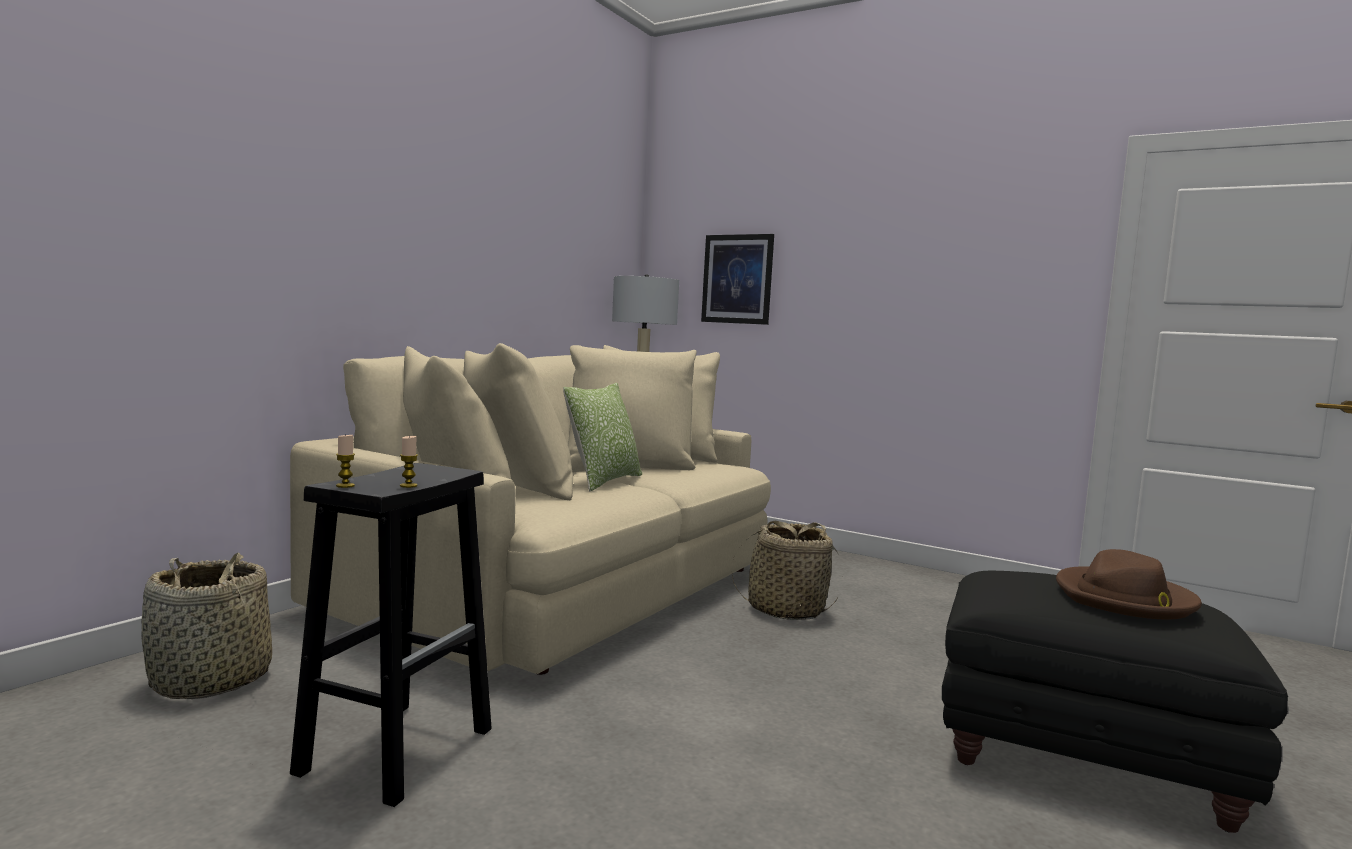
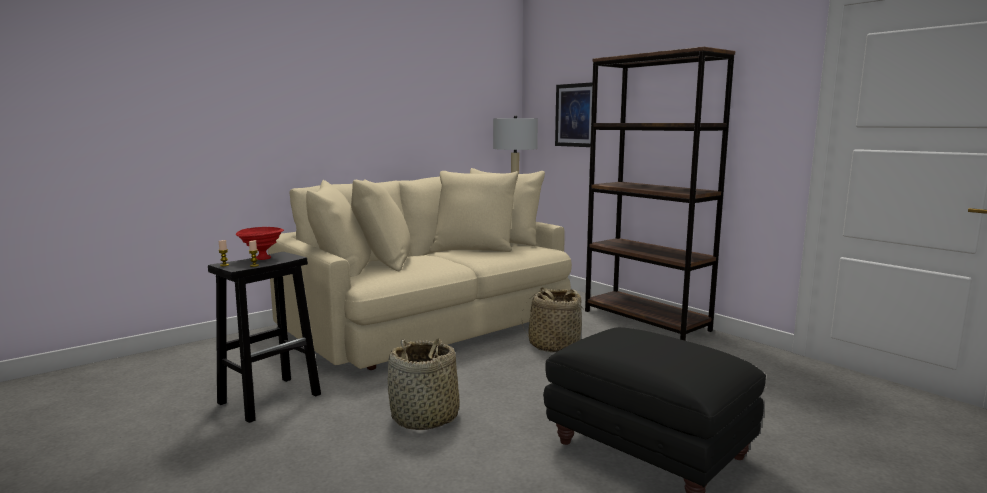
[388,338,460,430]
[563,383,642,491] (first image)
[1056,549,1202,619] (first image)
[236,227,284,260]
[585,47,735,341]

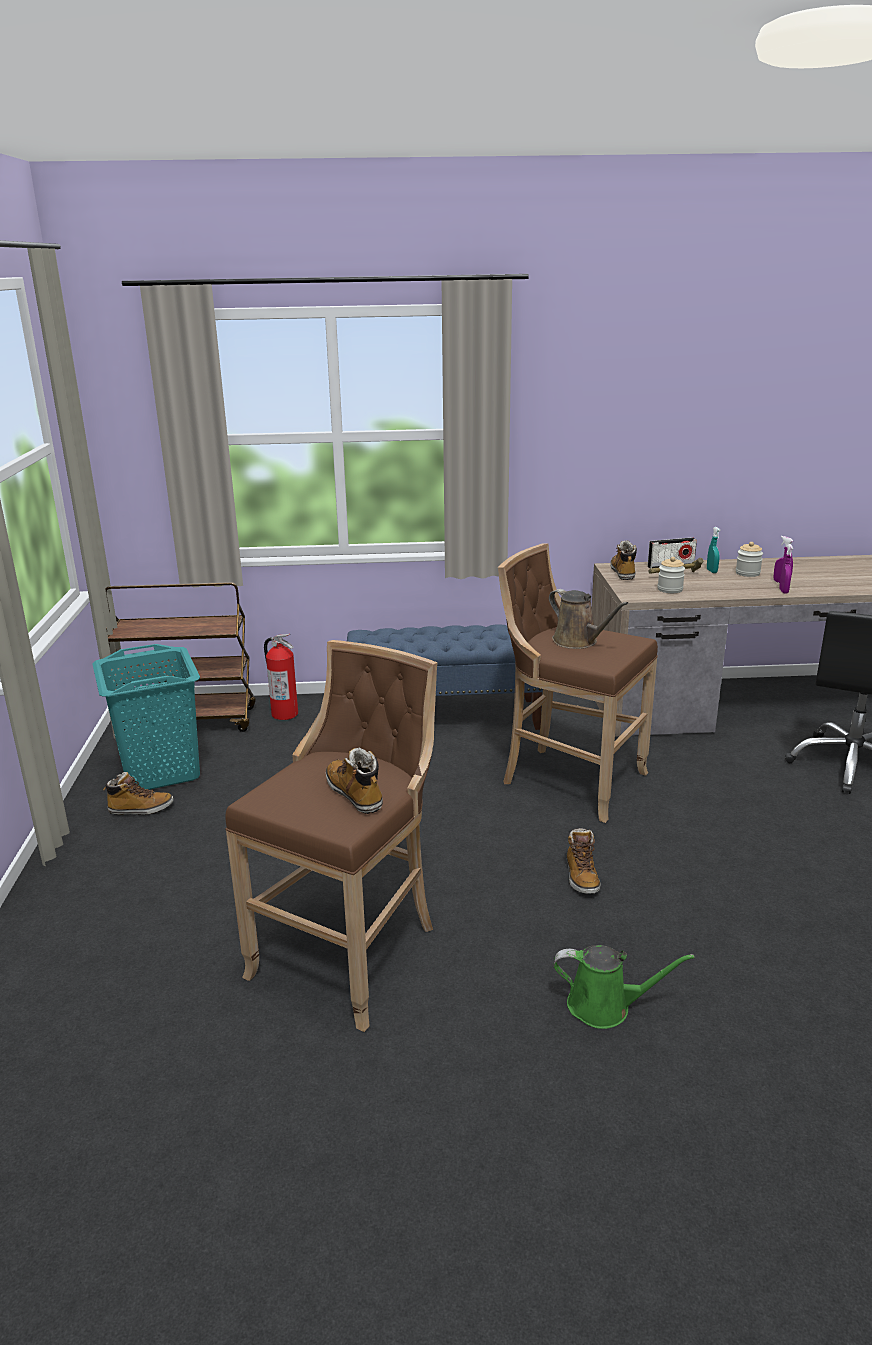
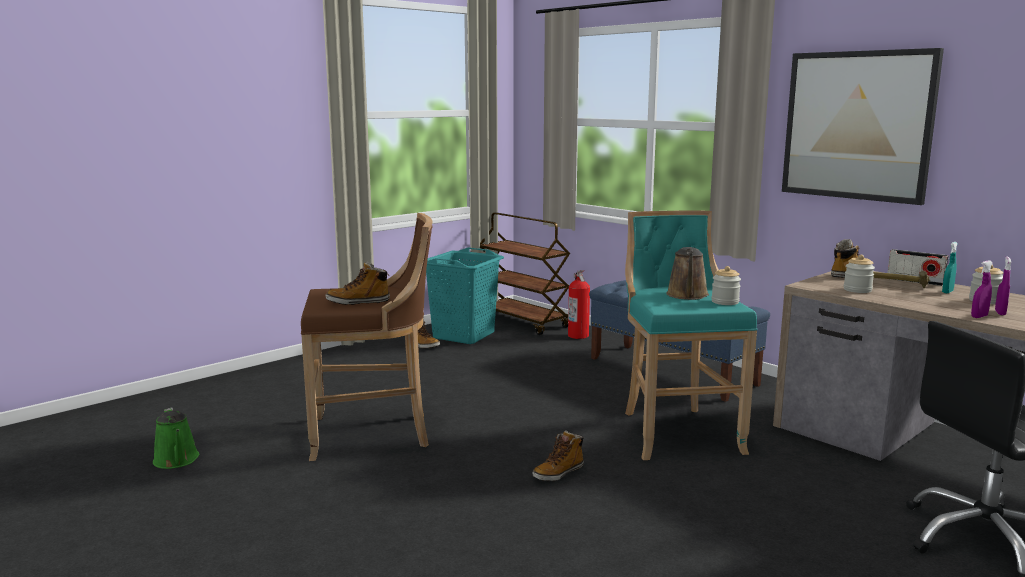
[326,261,390,305]
[625,210,758,460]
[153,408,199,469]
[711,266,741,305]
[782,48,944,205]

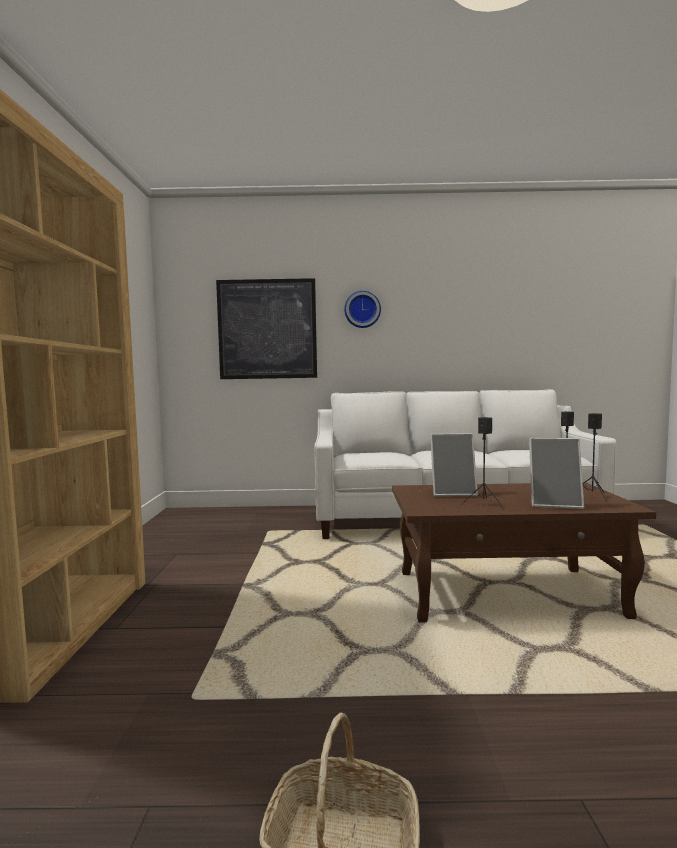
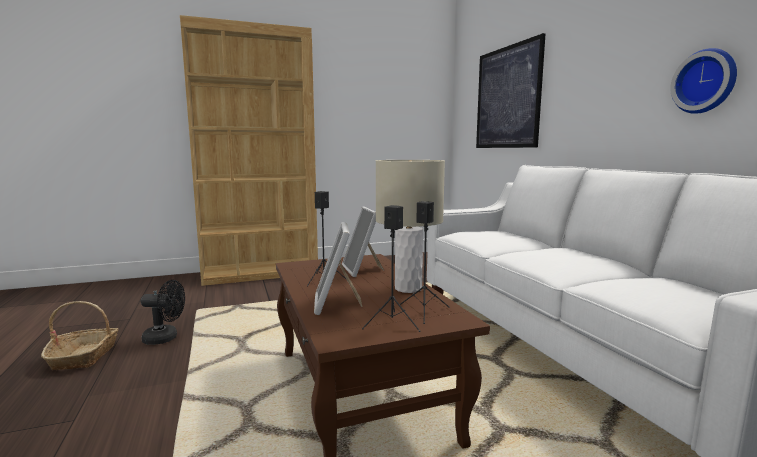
[670,48,737,114]
[141,280,185,345]
[376,160,445,293]

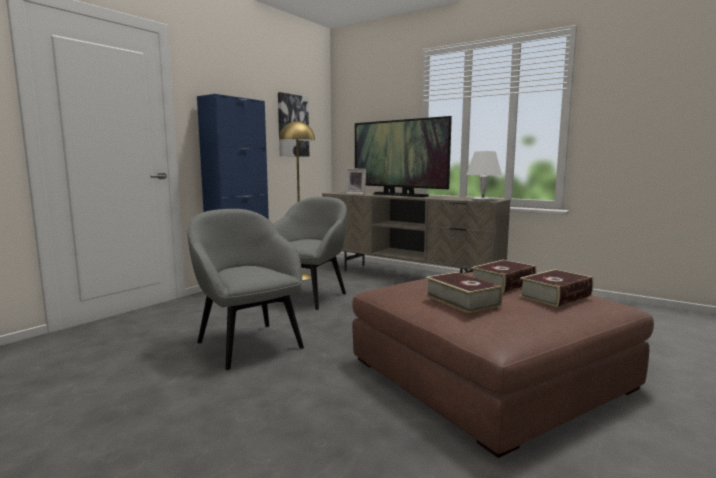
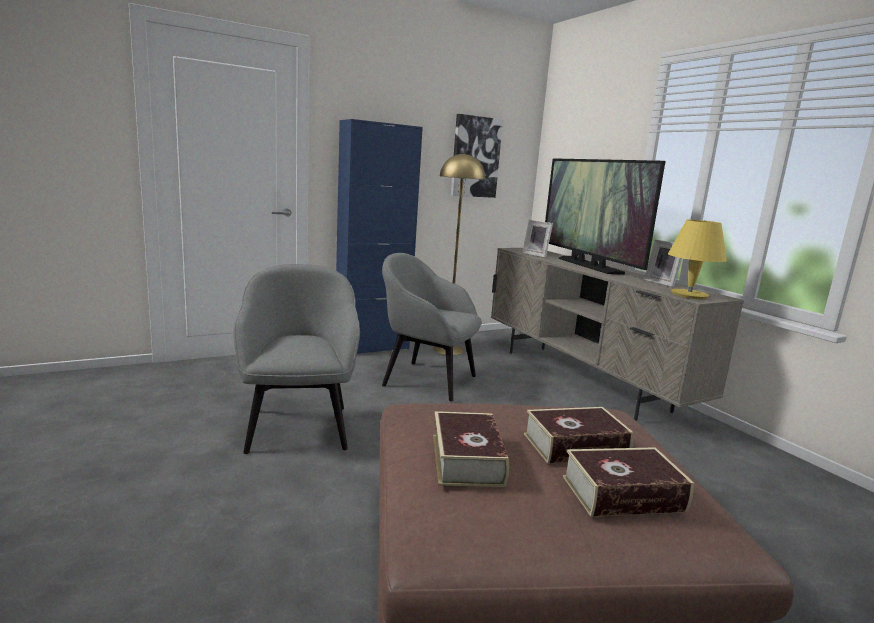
[382,253,482,402]
[668,220,727,299]
[644,239,682,287]

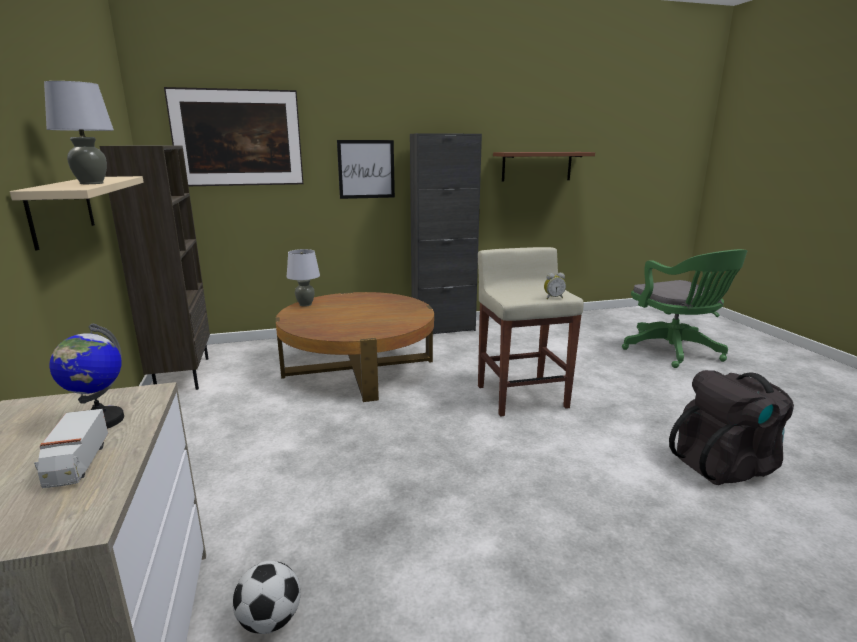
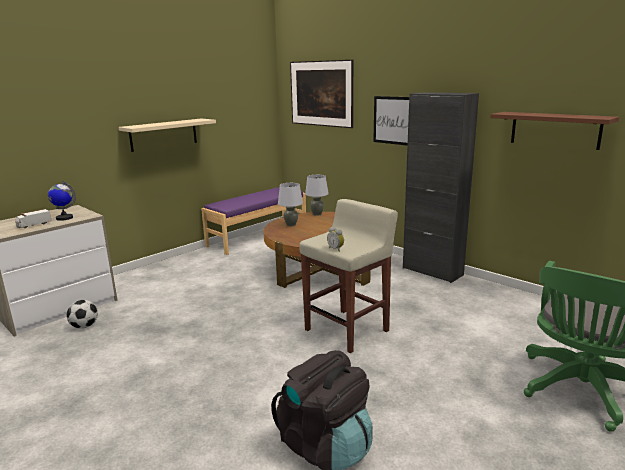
[278,183,303,226]
[201,187,306,255]

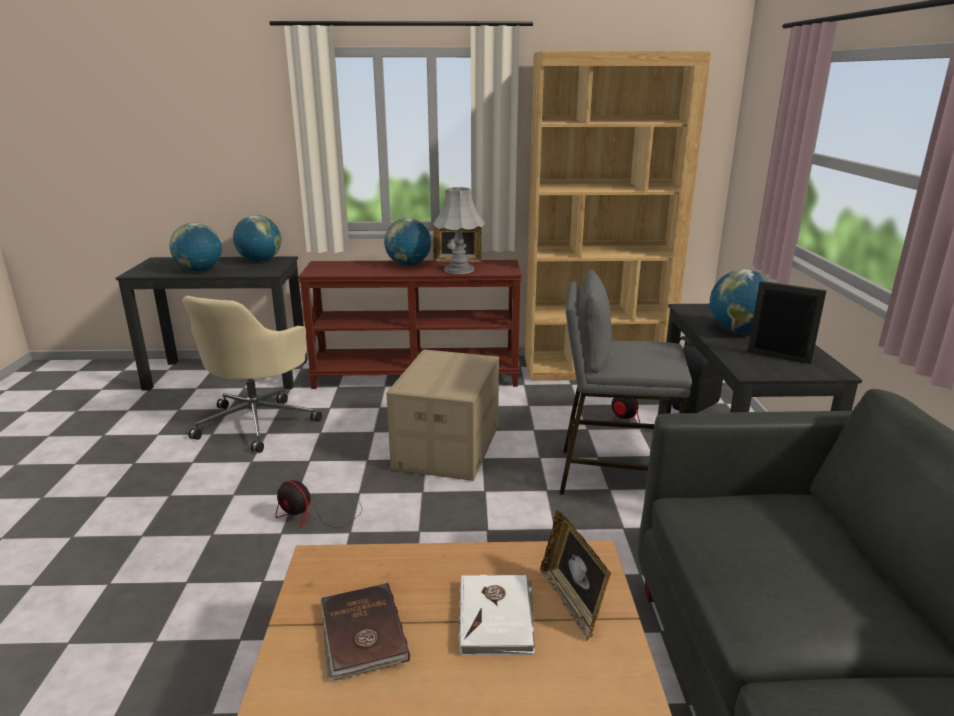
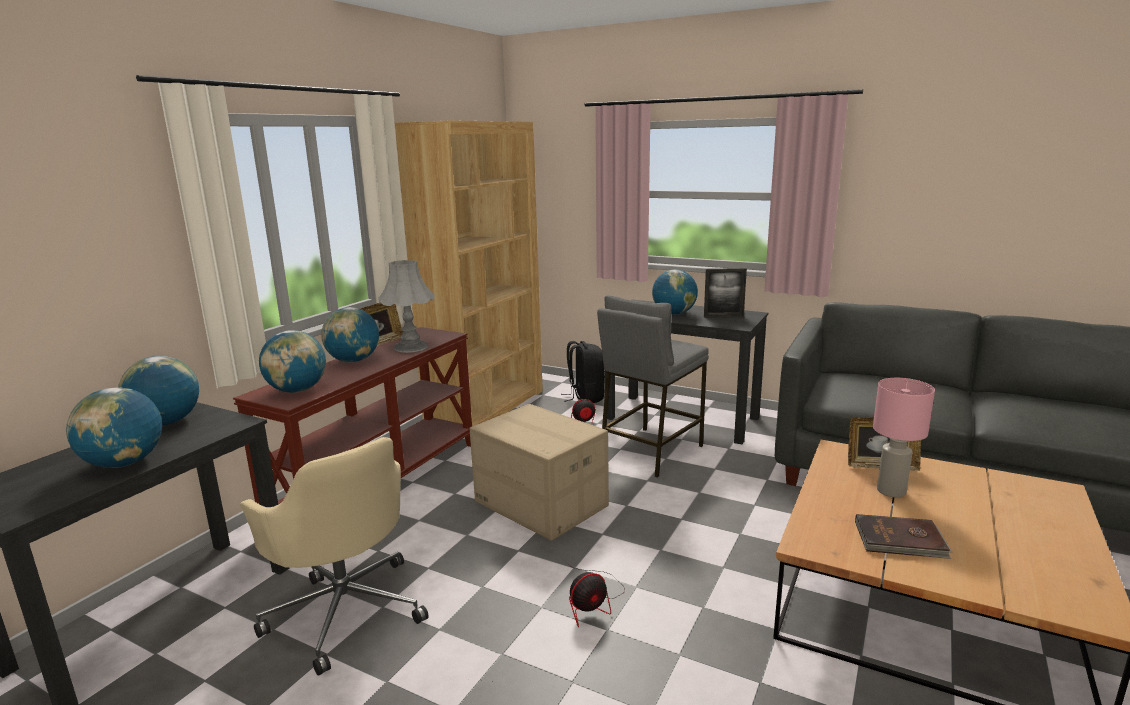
[873,378,935,498]
[704,268,747,318]
[259,330,326,393]

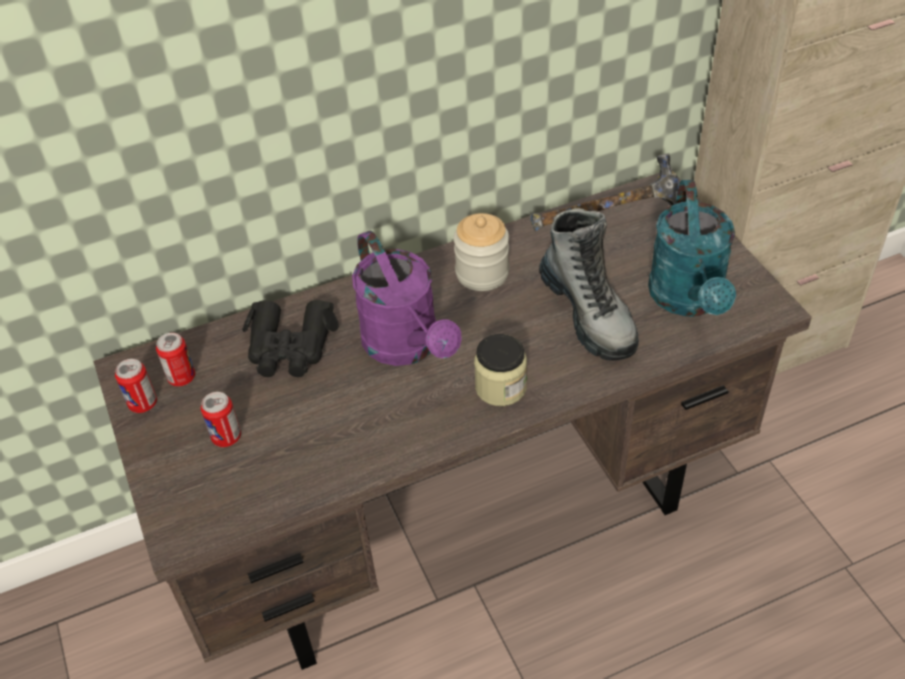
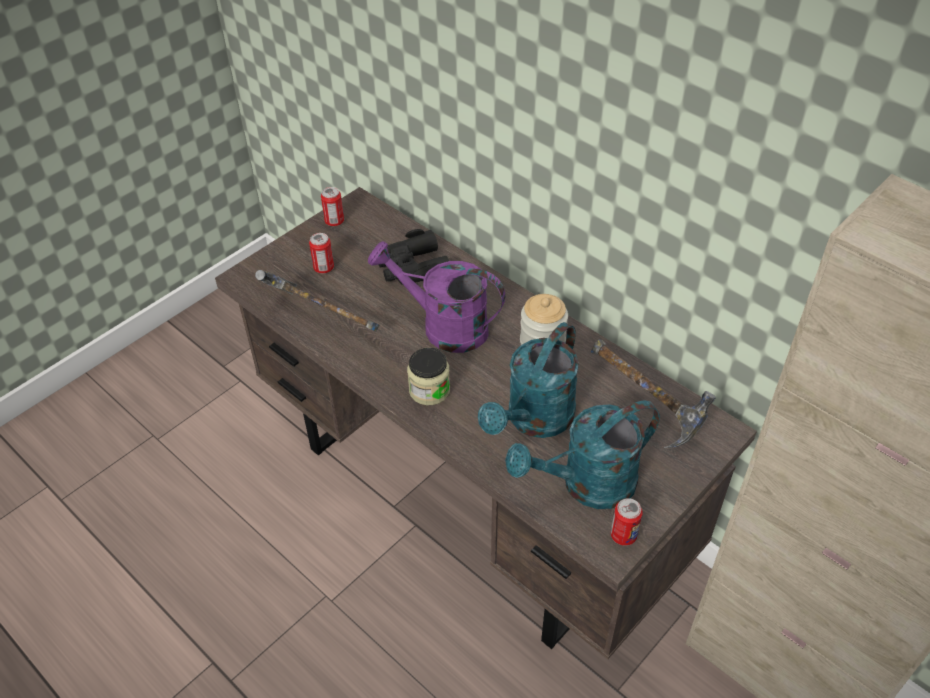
[611,498,643,546]
[368,241,505,353]
[478,322,579,438]
[255,270,379,331]

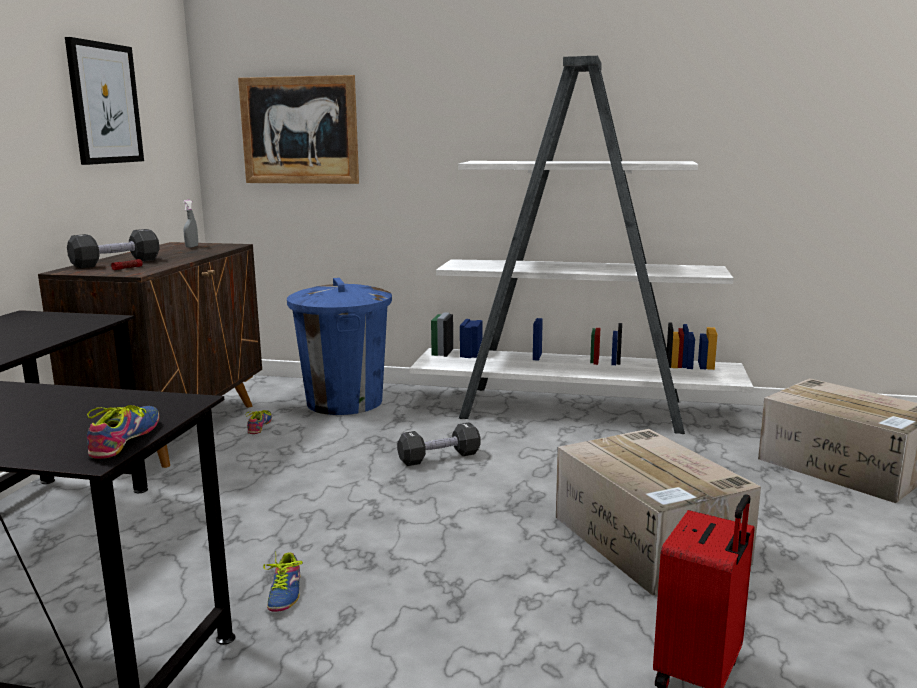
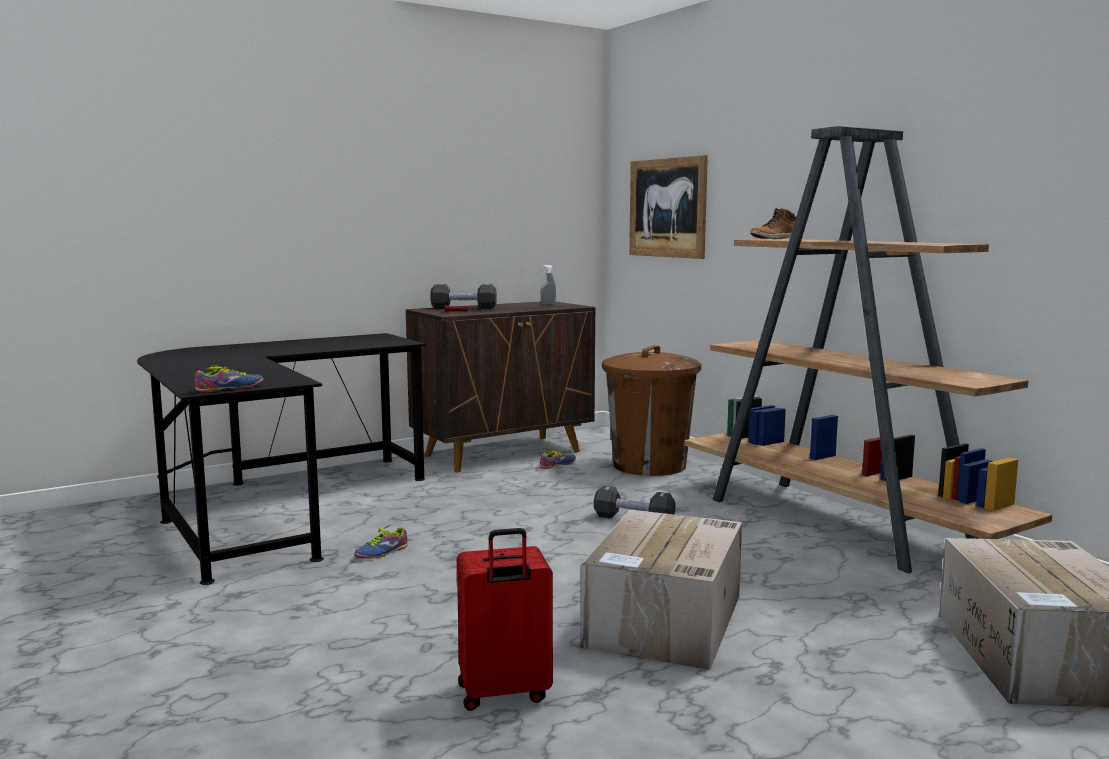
[65,37,144,165] (first image)
[602,345,702,476]
[684,126,1052,573]
[750,208,796,239]

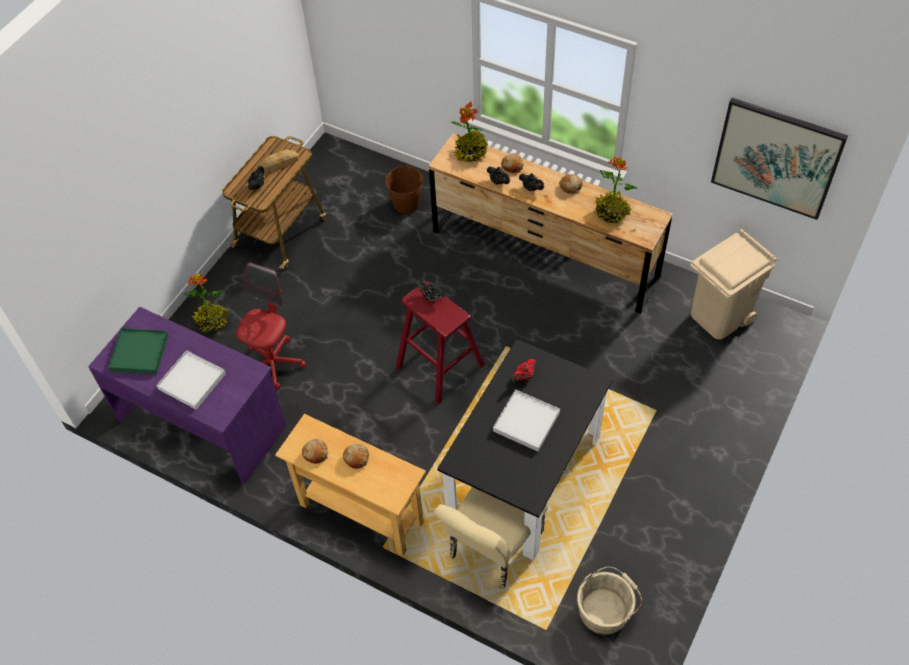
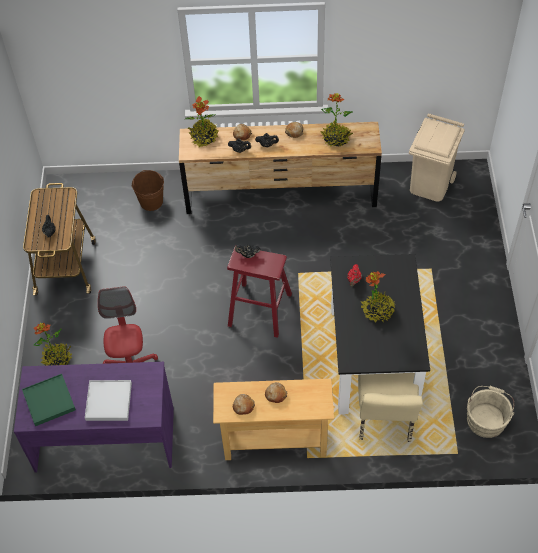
[259,150,300,173] (first image)
[361,271,395,323]
[711,98,848,220] (first image)

